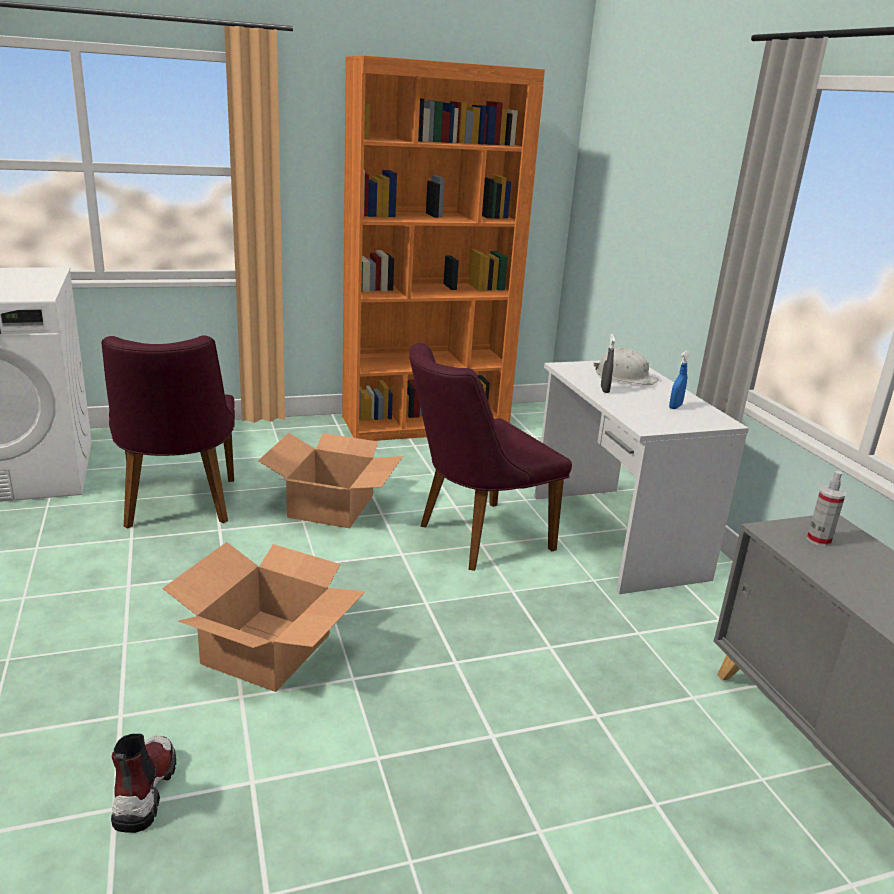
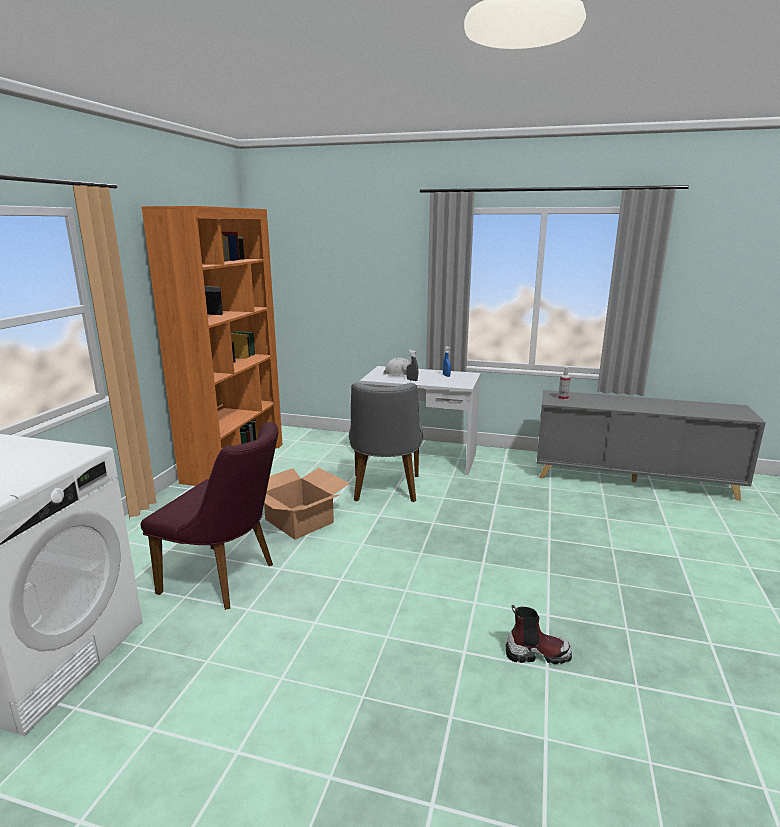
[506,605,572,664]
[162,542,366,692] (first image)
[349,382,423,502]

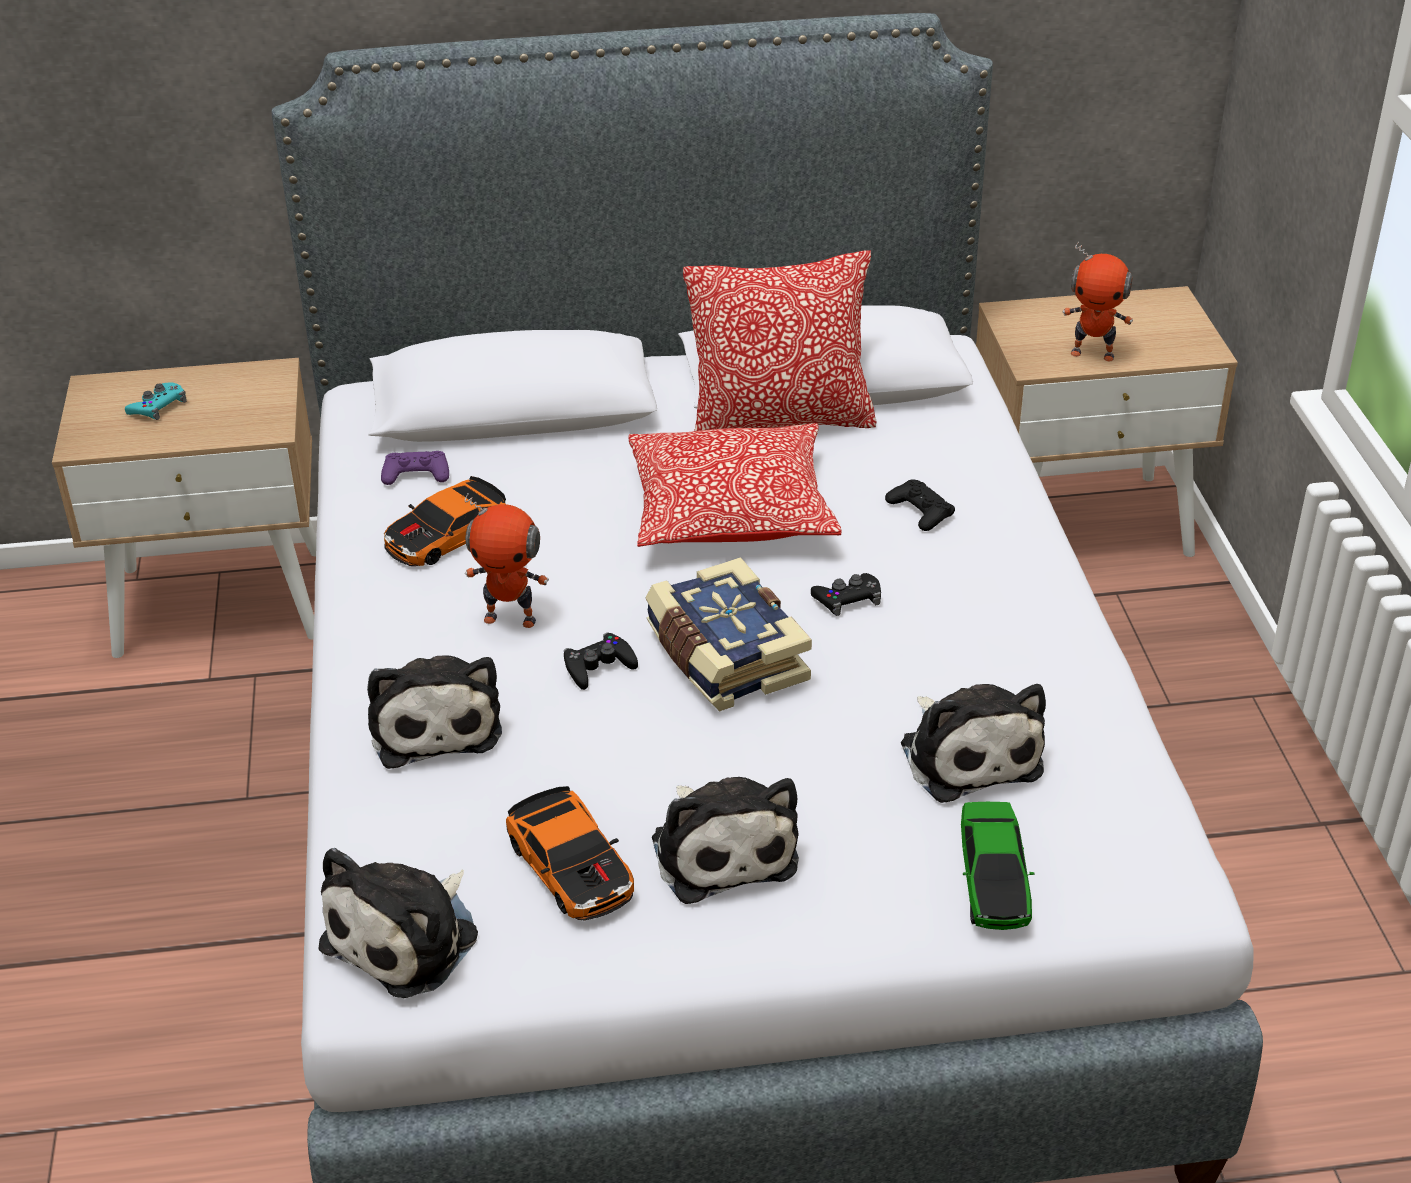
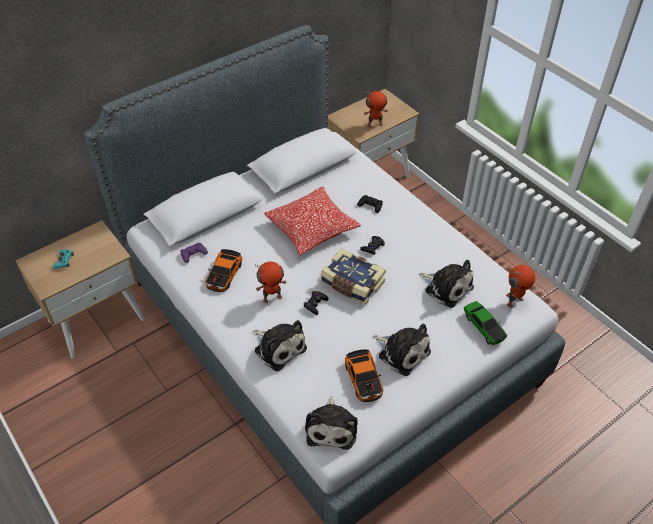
[345,349,383,402]
[683,250,877,431] (first image)
[506,265,535,308]

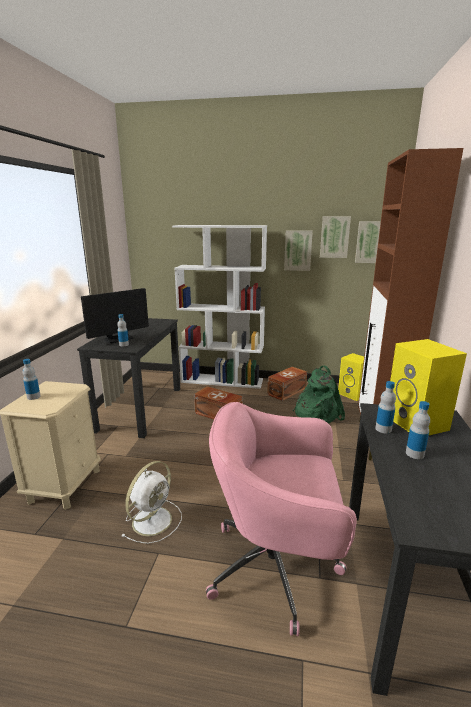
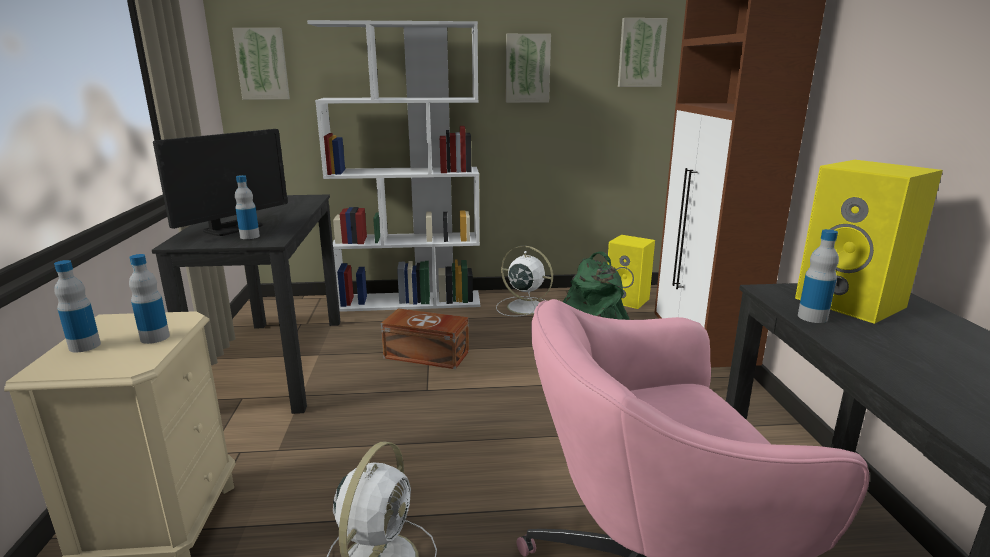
[496,246,553,316]
[232,28,290,100]
[129,254,170,344]

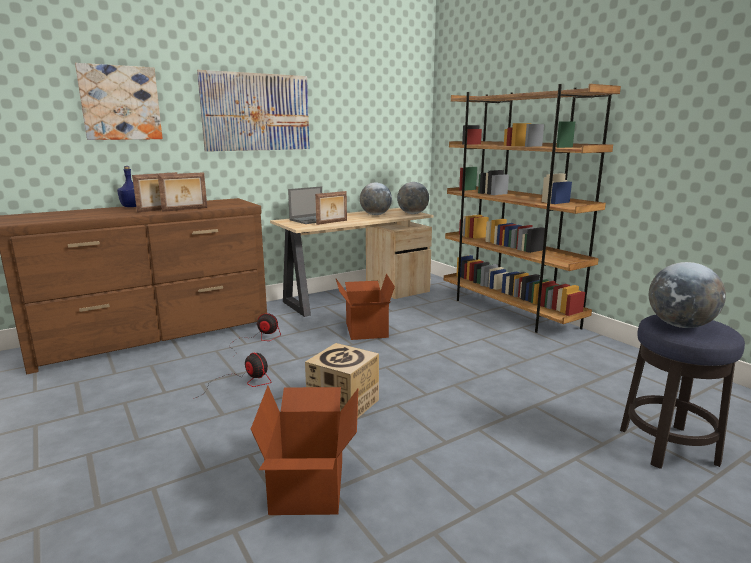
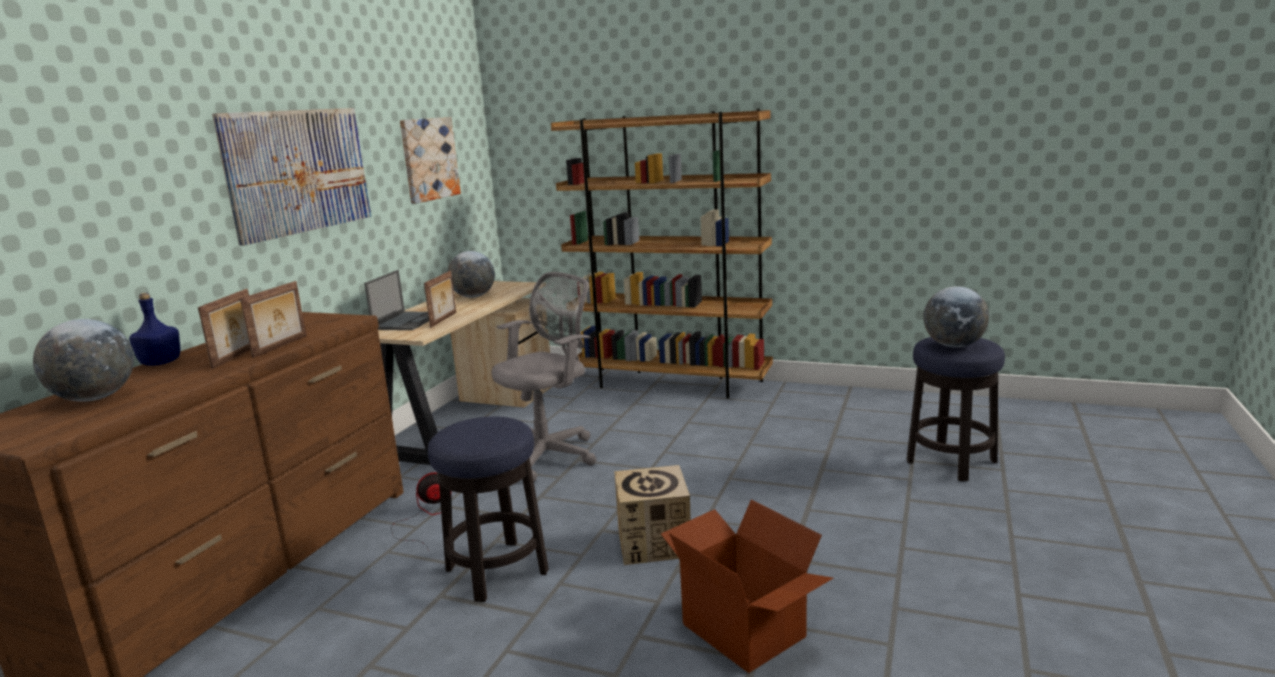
[400,117,461,204]
[428,416,549,602]
[492,272,596,481]
[33,319,134,402]

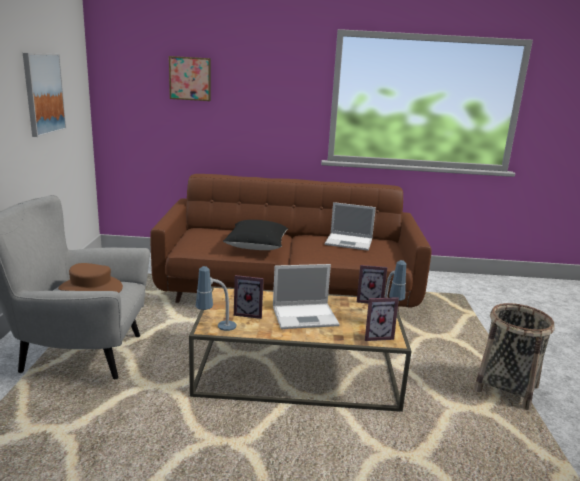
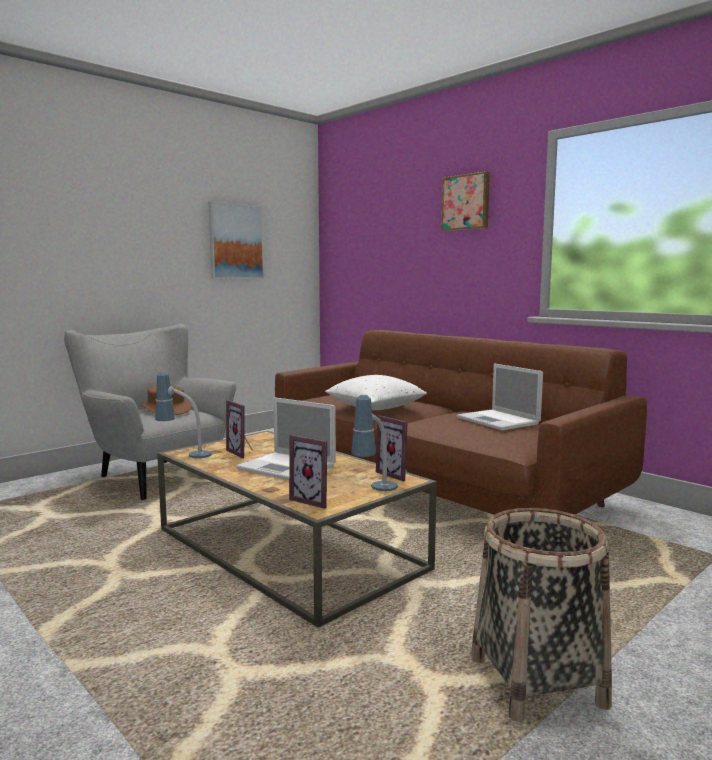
[441,171,490,231]
[325,375,427,410]

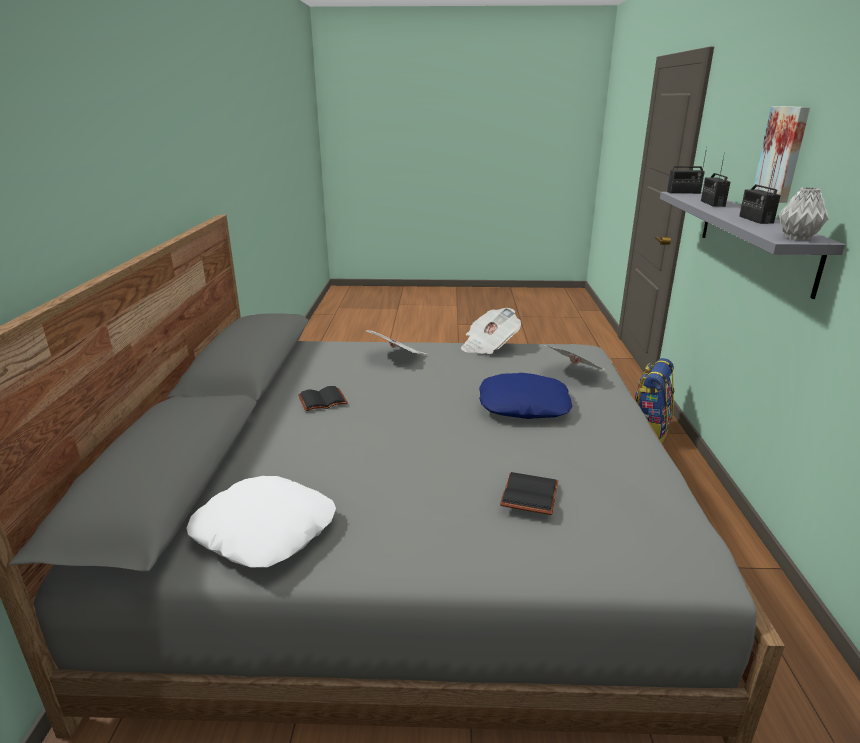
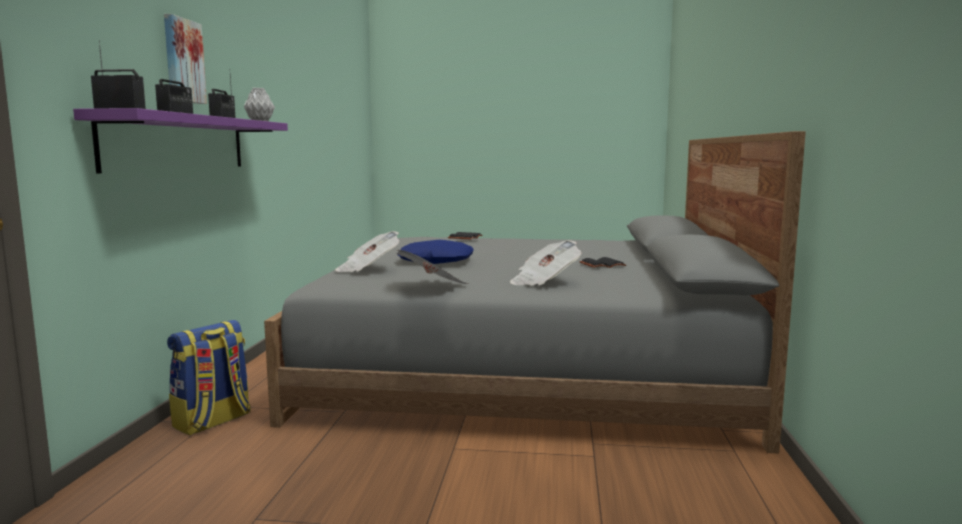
[186,476,336,567] (first image)
[73,108,288,173]

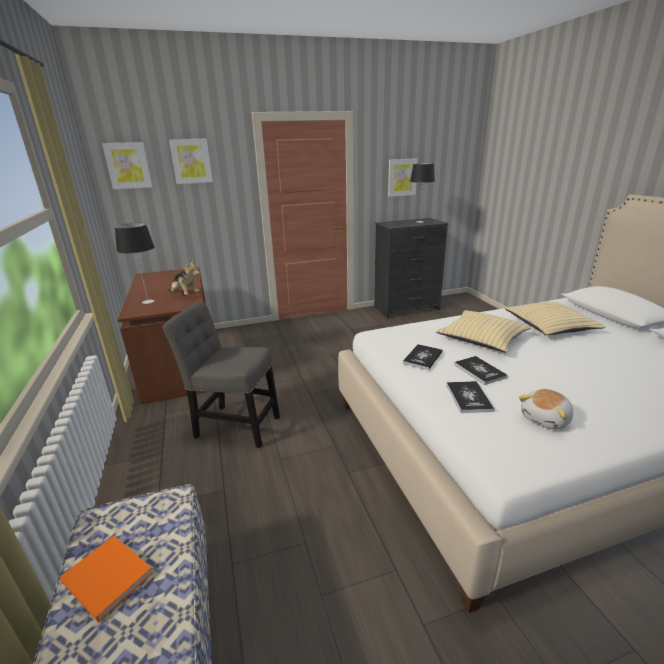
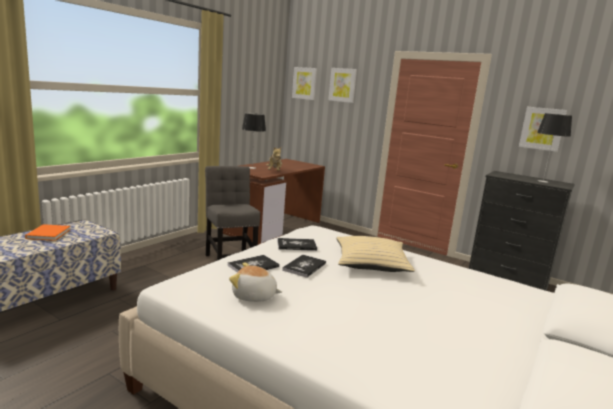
[505,302,606,335] (first image)

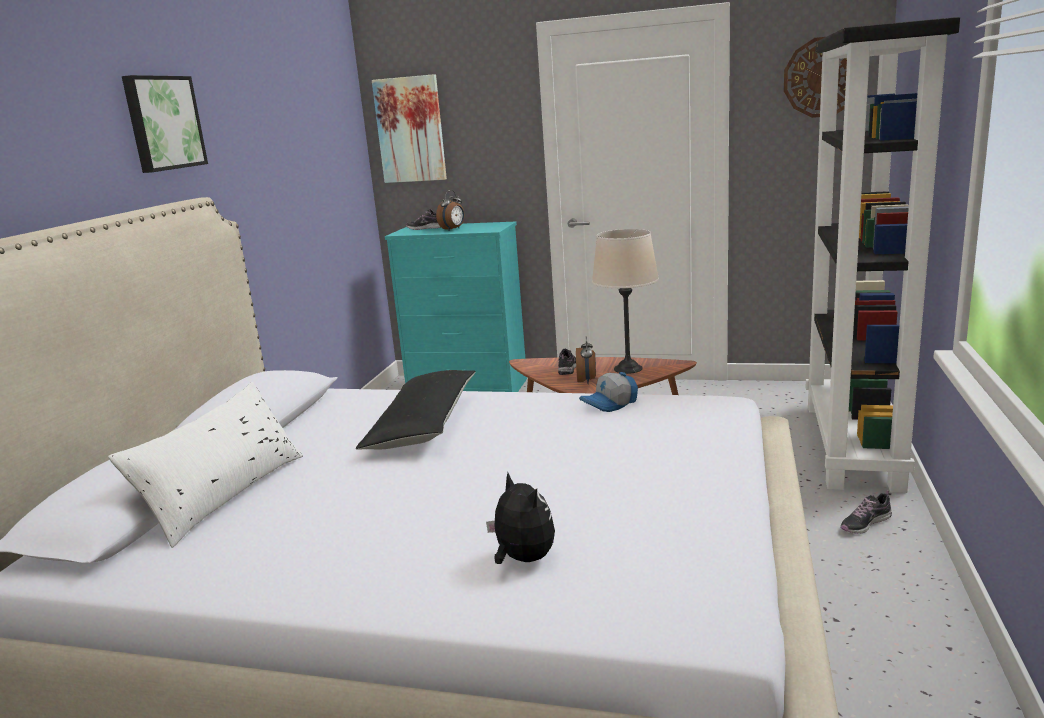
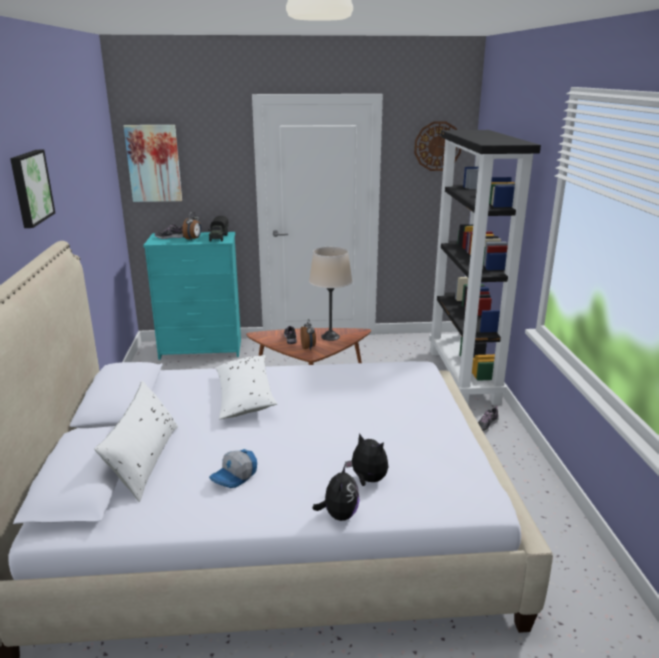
[216,355,277,419]
[209,449,257,488]
[208,216,228,242]
[312,463,360,521]

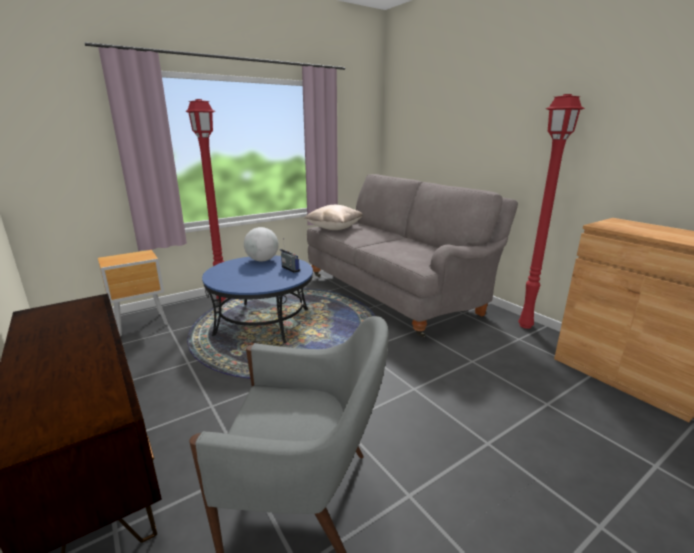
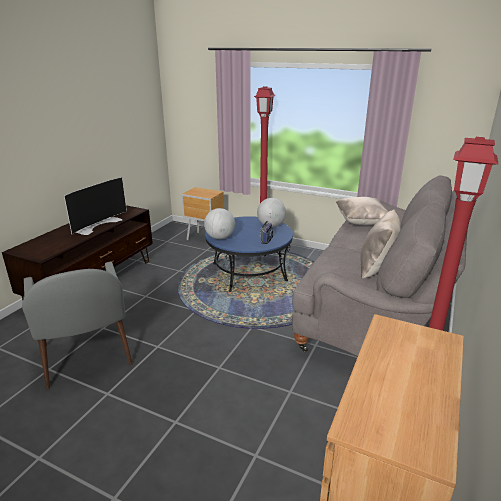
[64,177,127,235]
[204,208,235,239]
[360,210,401,279]

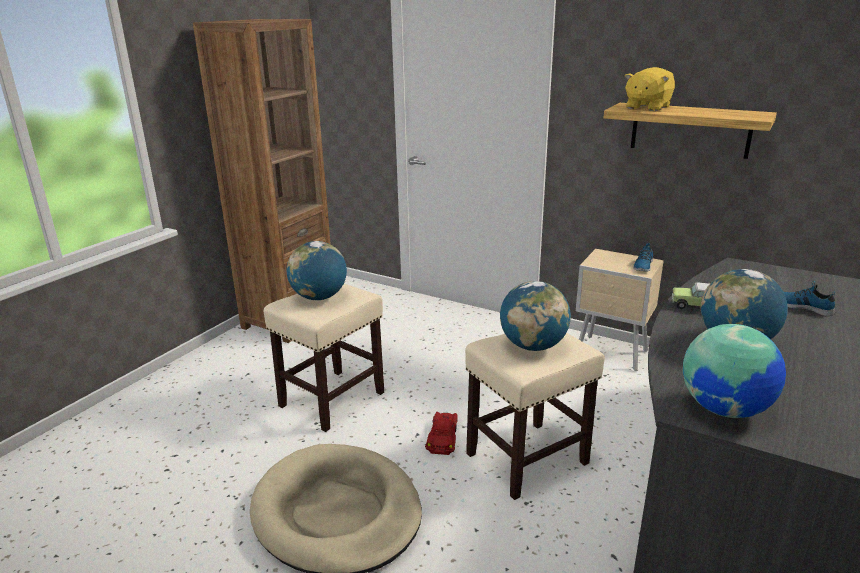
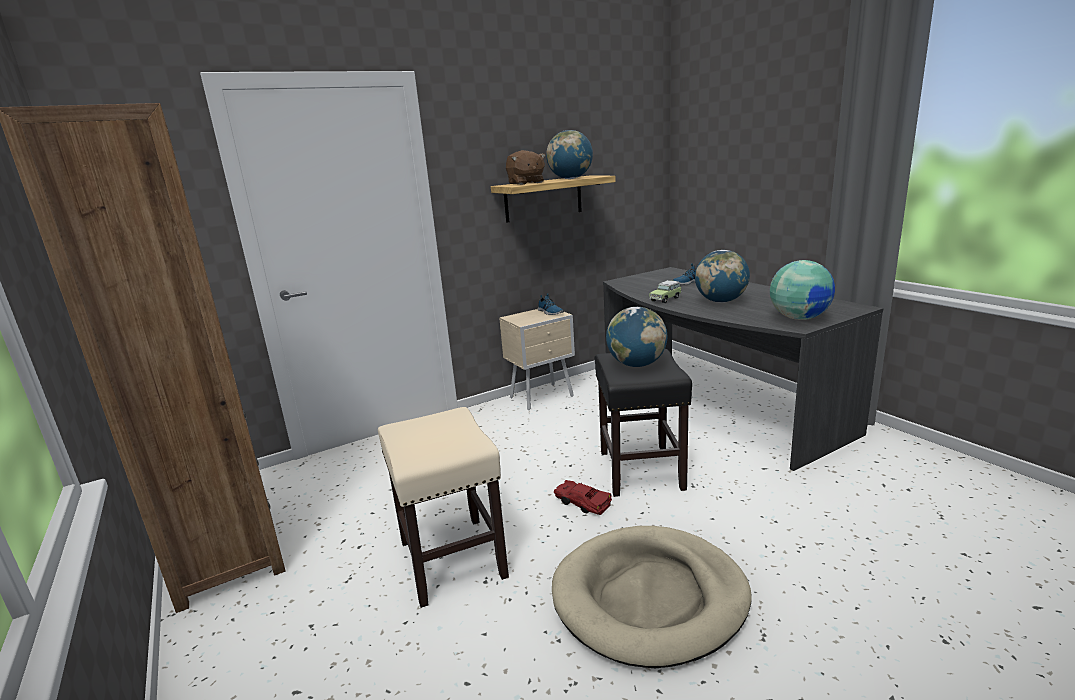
[546,130,593,179]
[595,349,692,497]
[506,150,546,185]

